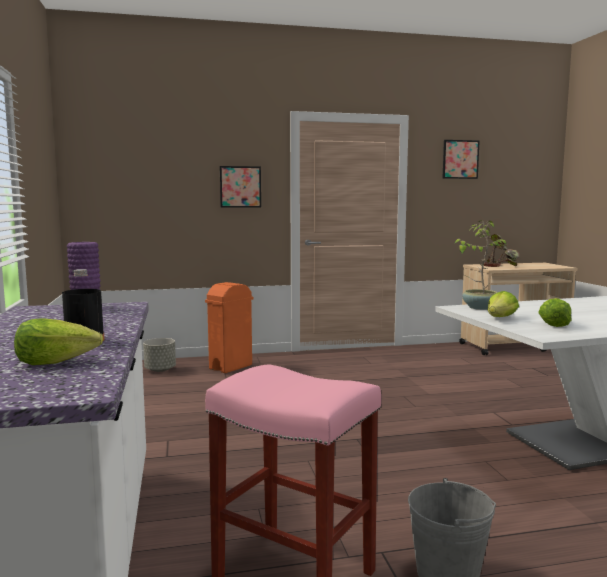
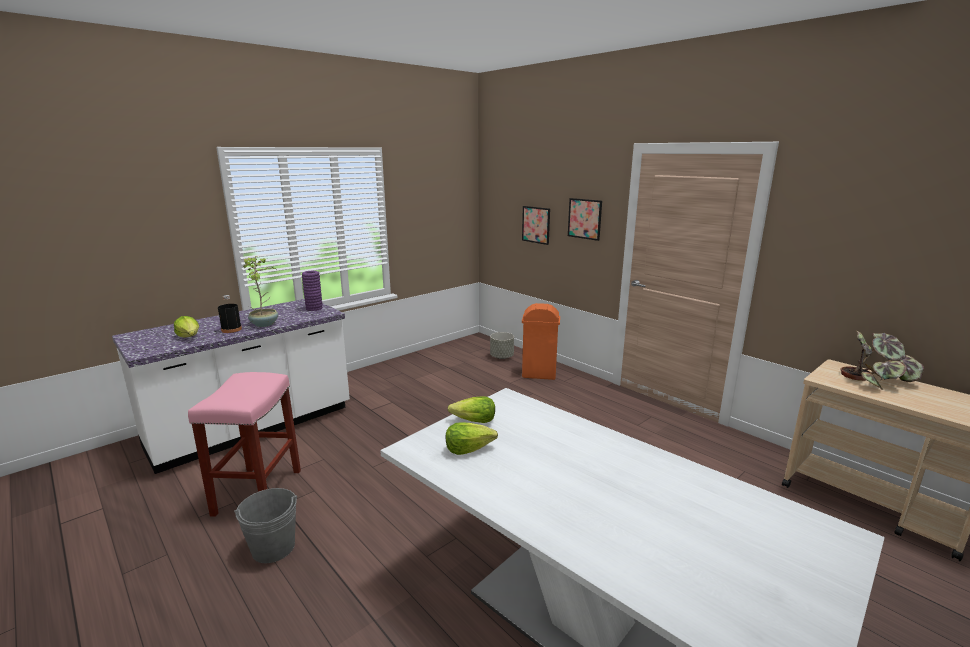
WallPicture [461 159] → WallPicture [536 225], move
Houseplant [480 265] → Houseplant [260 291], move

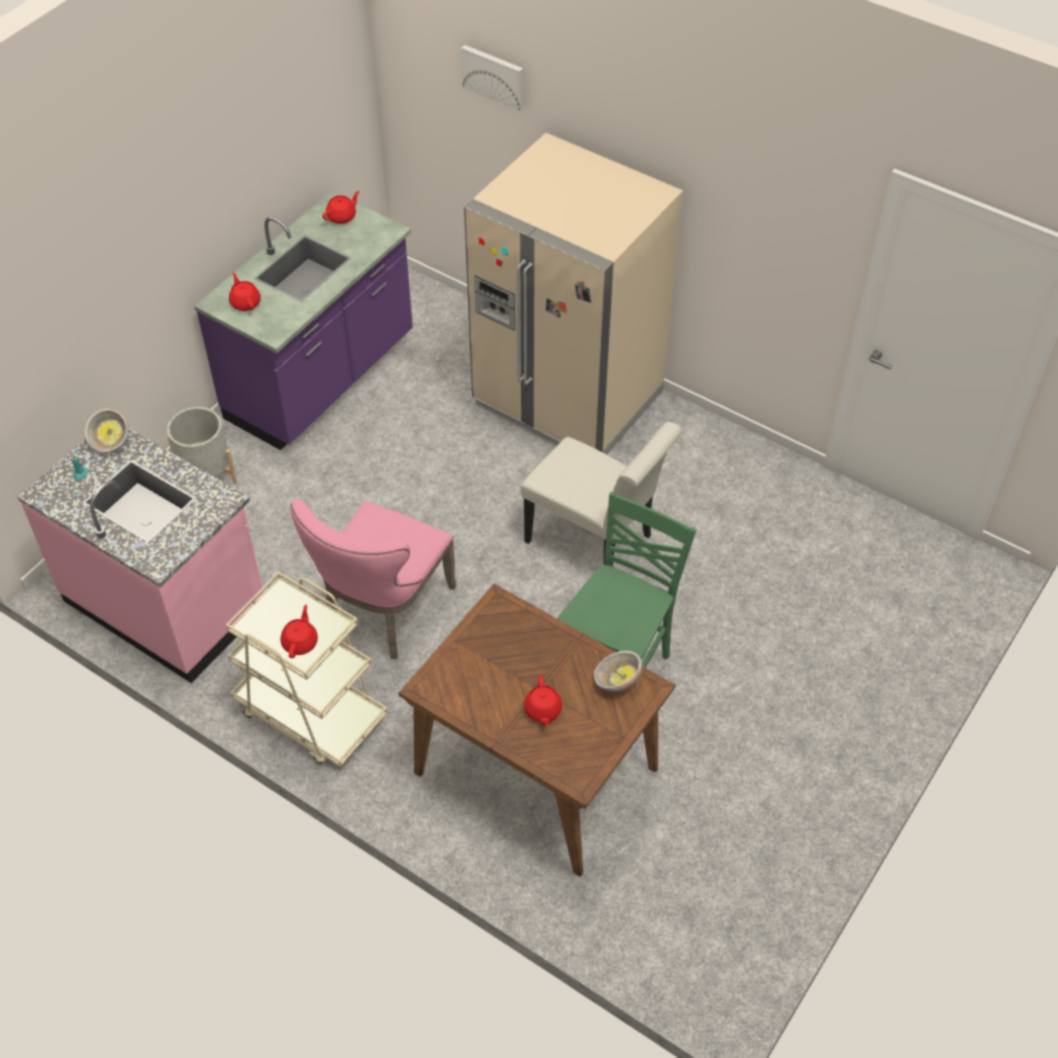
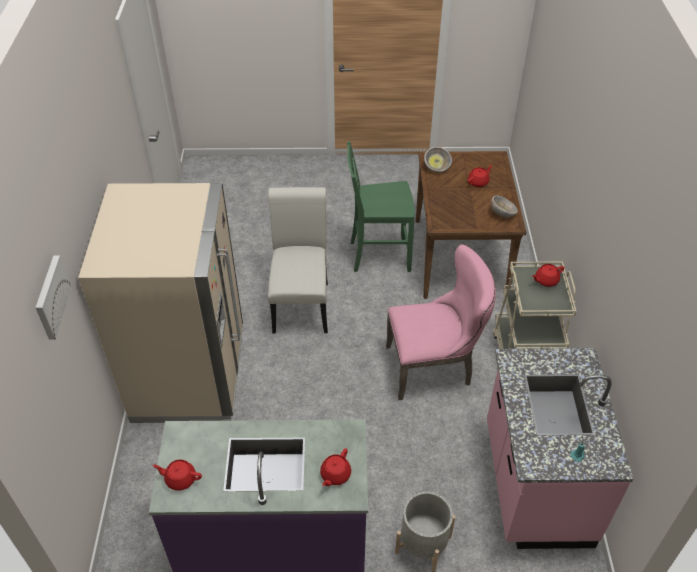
Bowl [106 431] → Bowl [504 206], move

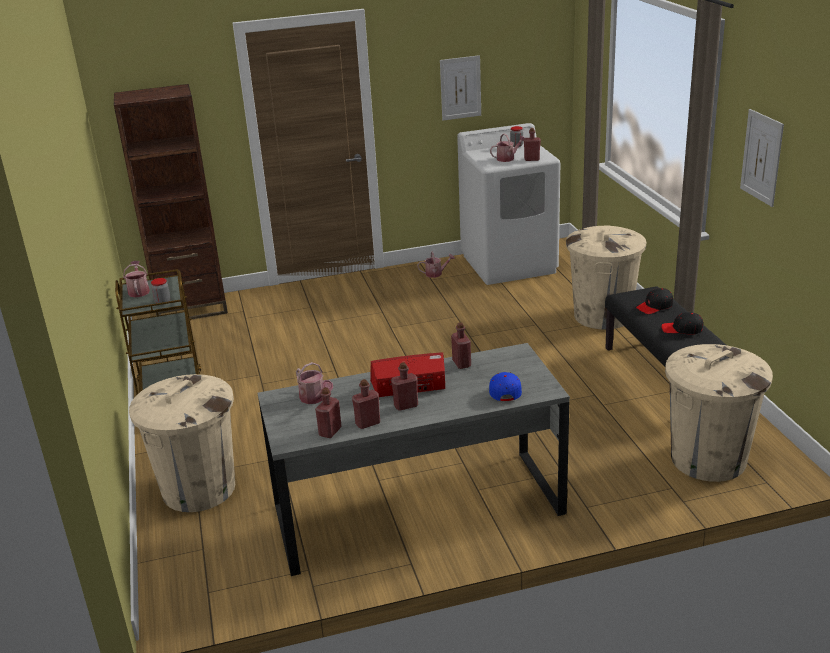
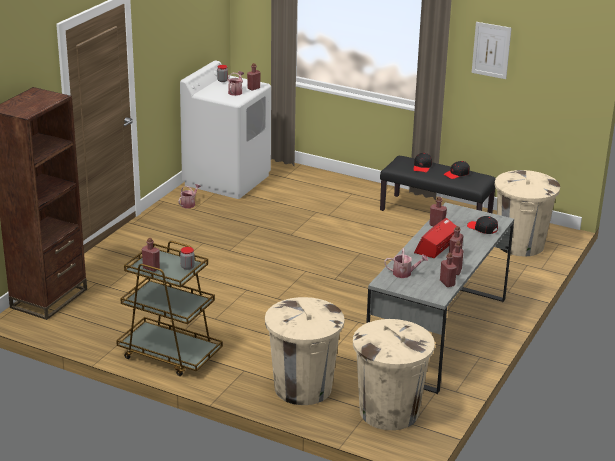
WallPicture [460 88] → -
BeigeTrashCan [606 277] → BeigeTrashCan [394 374], move
WateringCan [136 279] → RedColouredBottle [151 255]
BluePeakedCap [505 386] → BlackColouredPeakedCap [482 225]

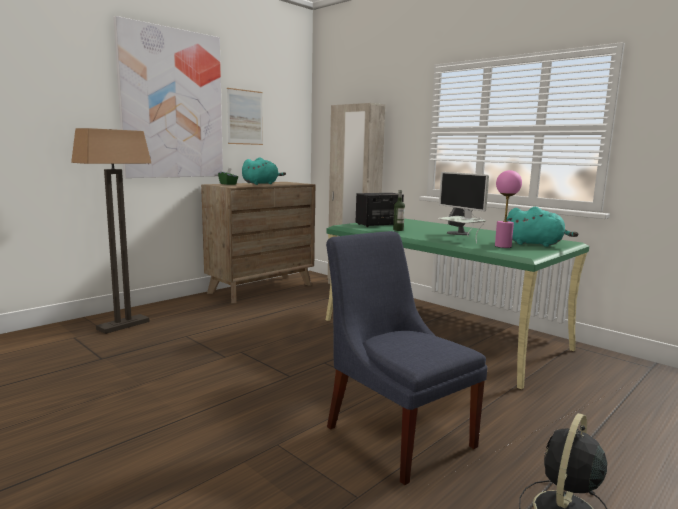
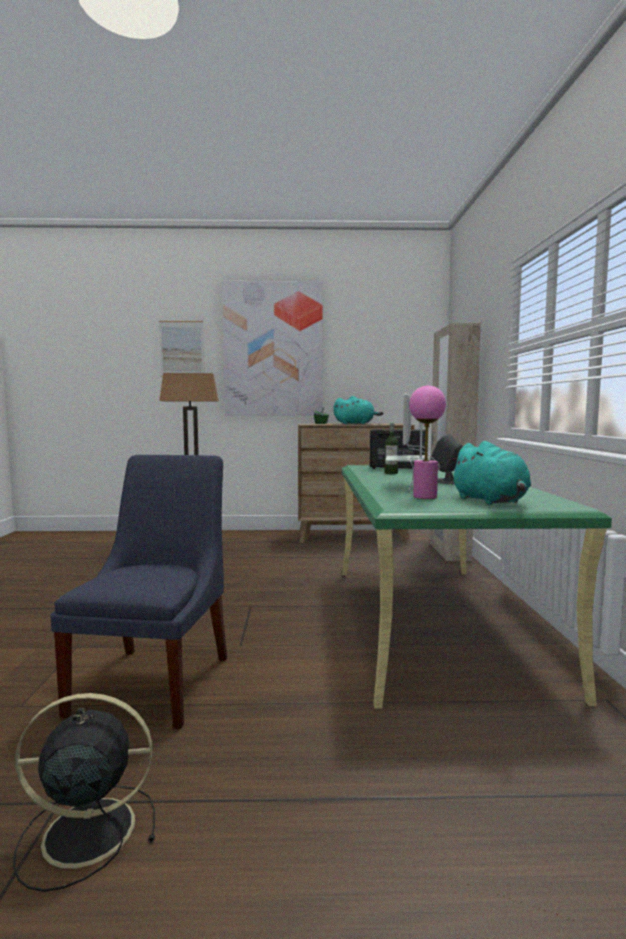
WallPicture [245 116] → WallPicture [181 349], move

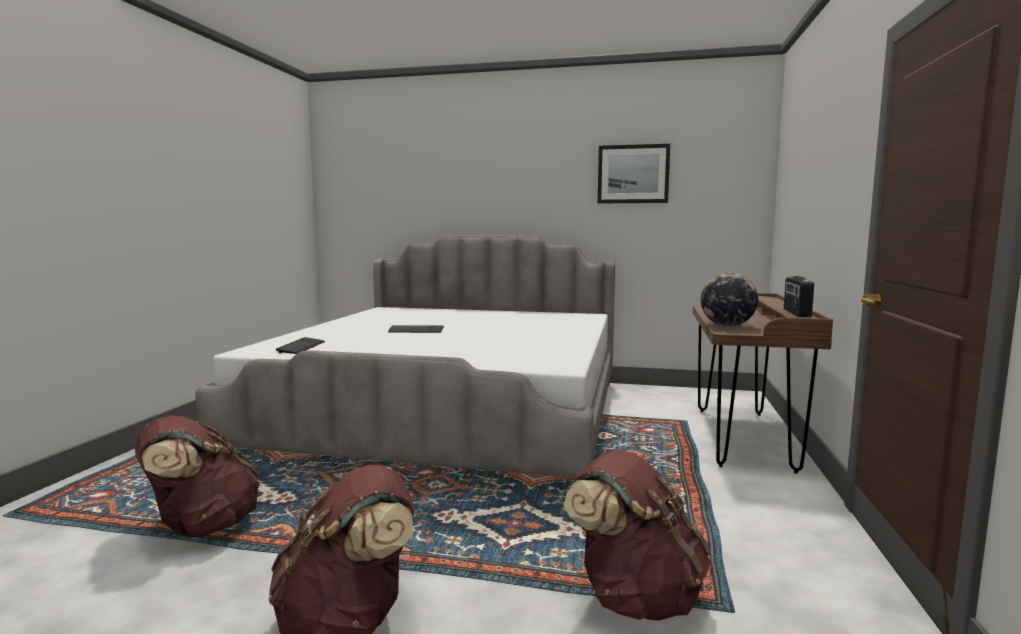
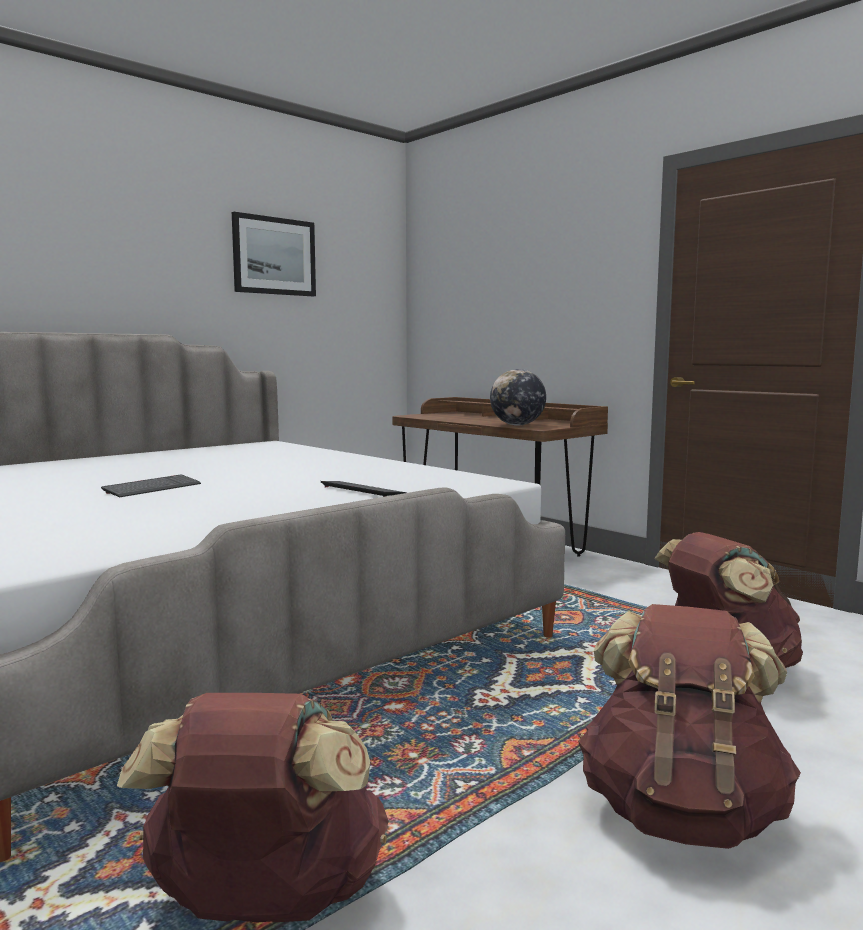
RadioSet [799 296] → -
PcKeyboard [300 345] → PcKeyboard [364 489], move

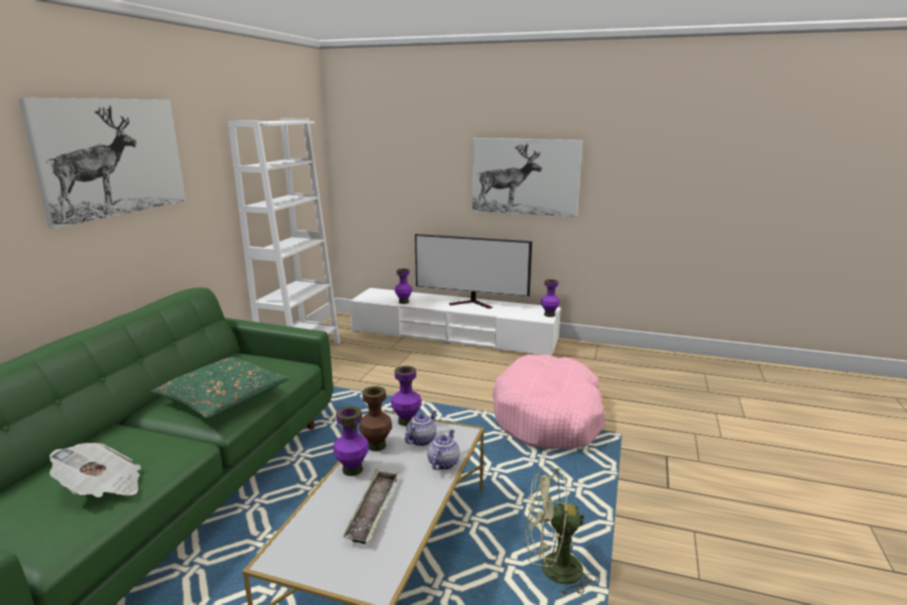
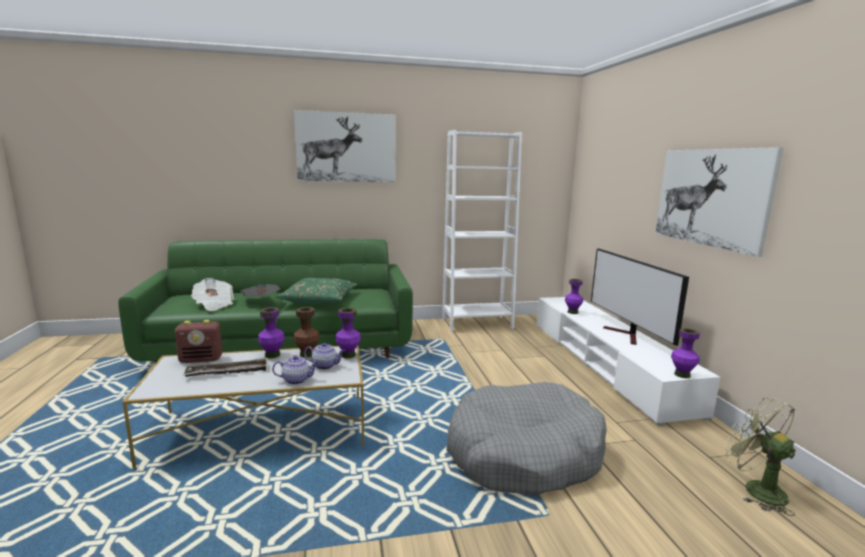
PinkDogBed [548 401] → GreyishDogBed [526 439]
GreenCoolingFan [561 531] → GreenCoolingFan [760 457], move
- → Newspaper [260 290]
- → RadioSet [198 341]

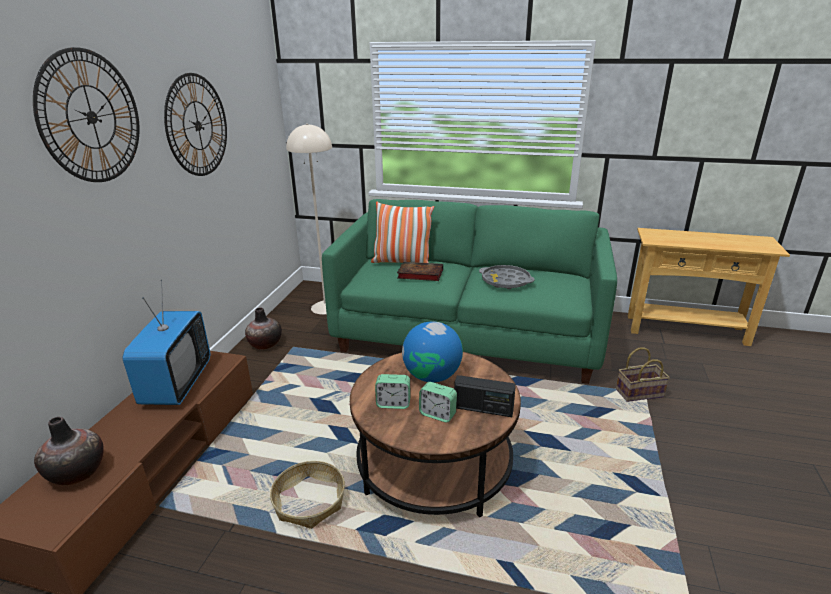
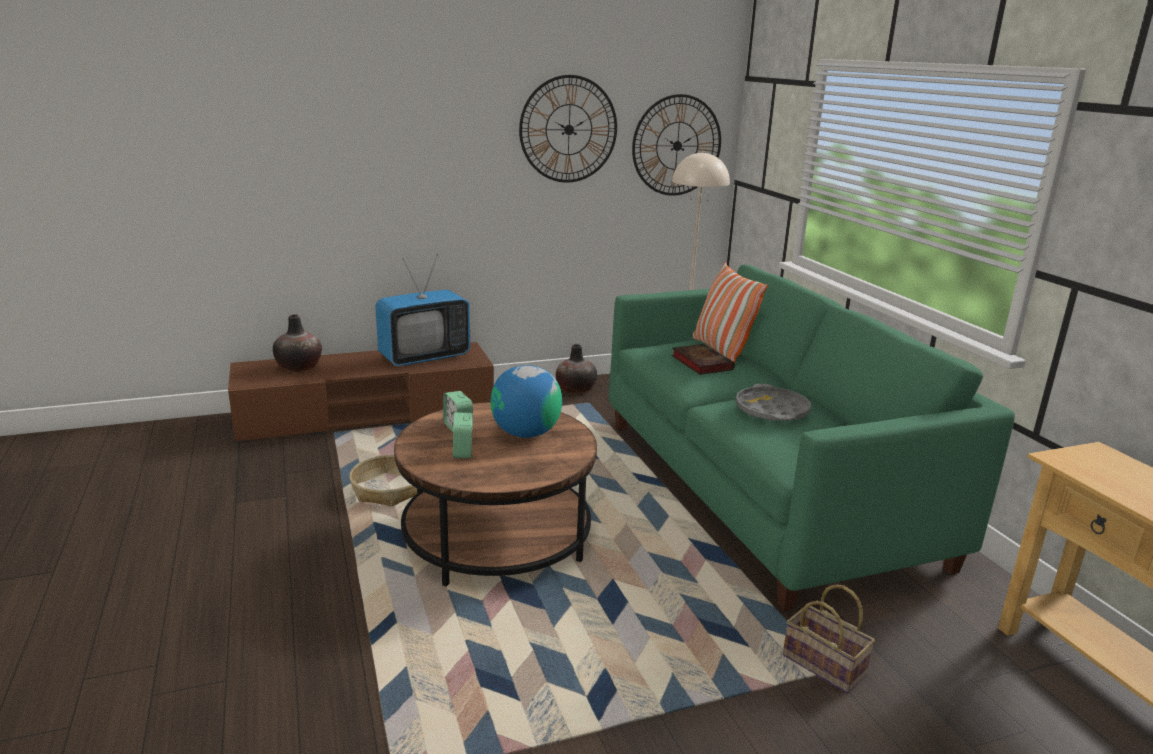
ClockOnTheWall [86 114] → ClockOnTheWall [676 145], move
RadioSet [485 396] → -

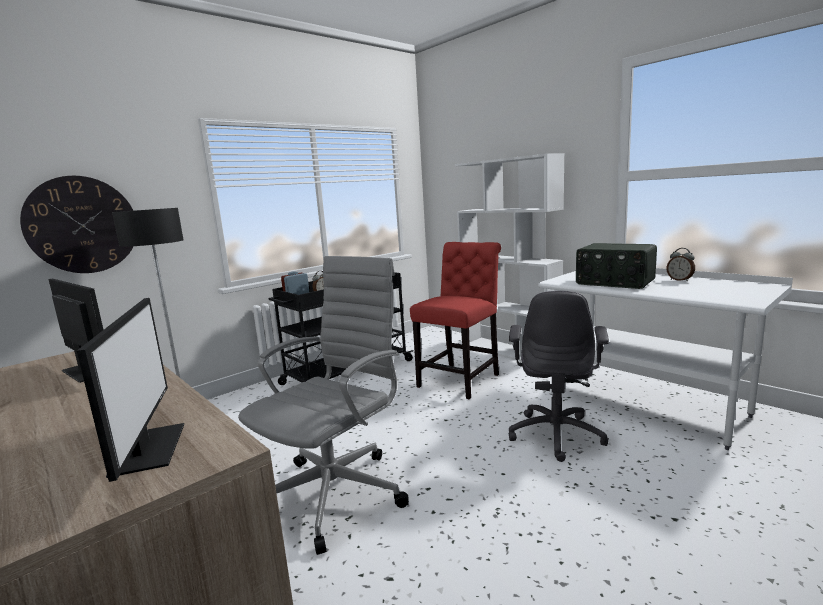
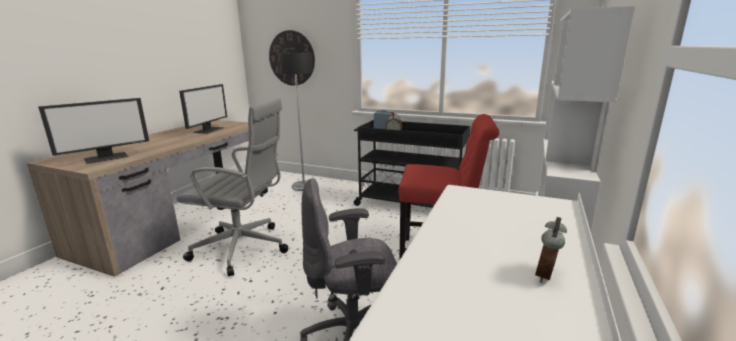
RadioSet [616 266] → -

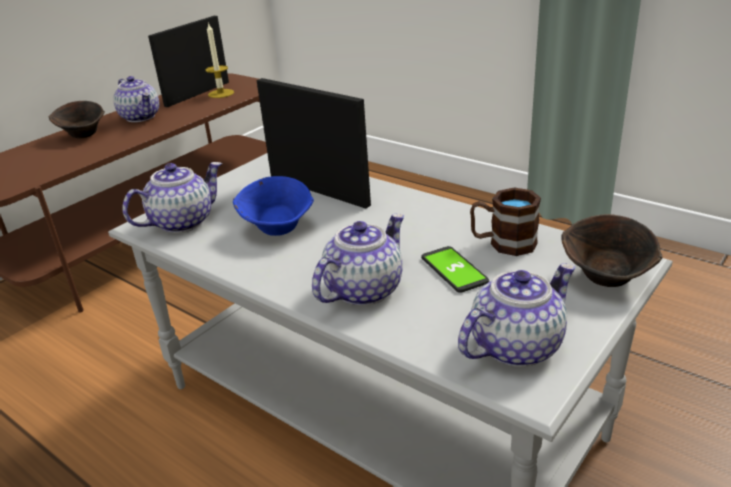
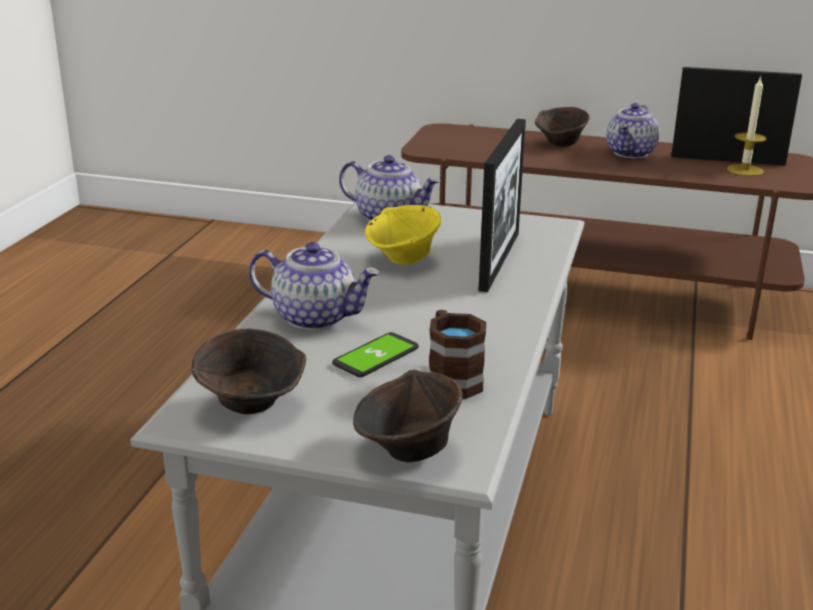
BlueBowl [273 206] → YellowishBowl [403 235]
Teapot [517 315] → BrownBowl [249 371]

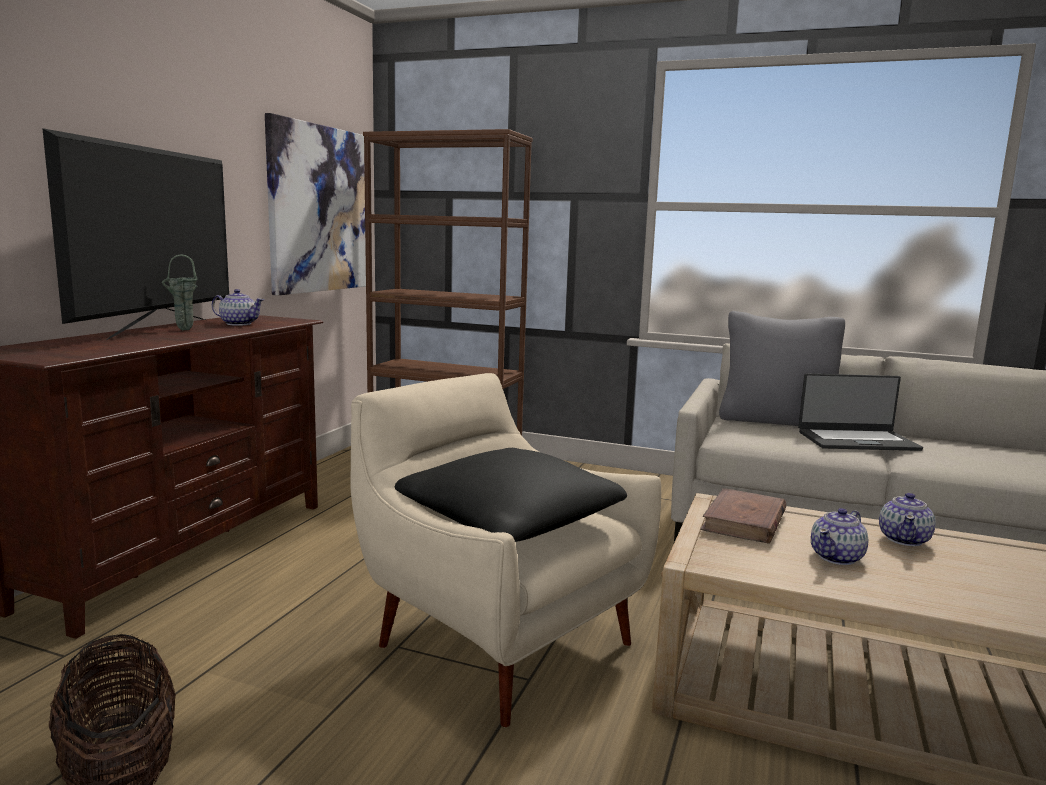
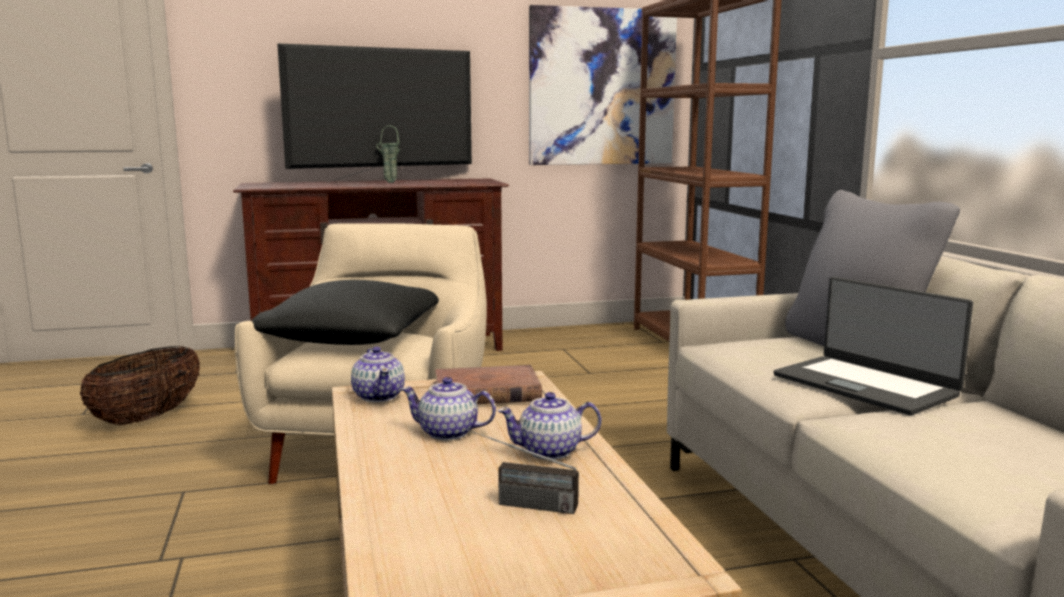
Teapot [238 307] → Teapot [378 374], move
- → RadioSet [521 471]

